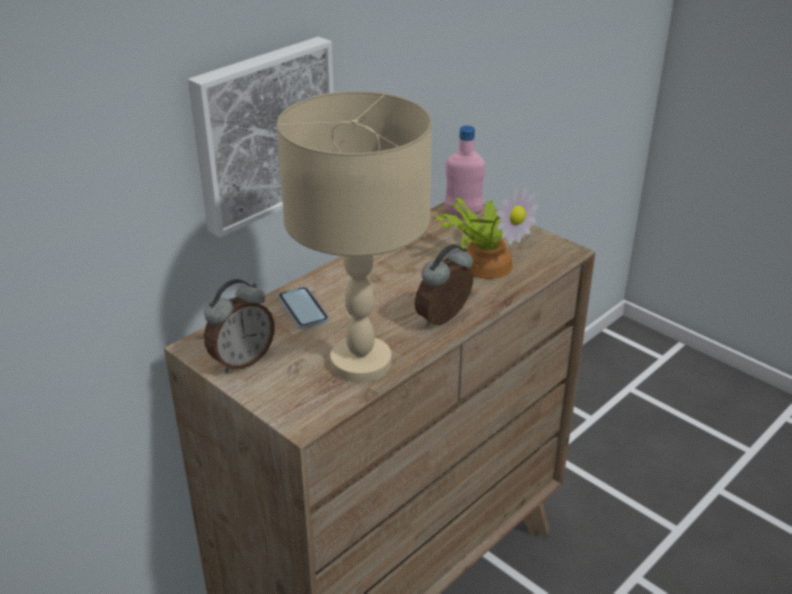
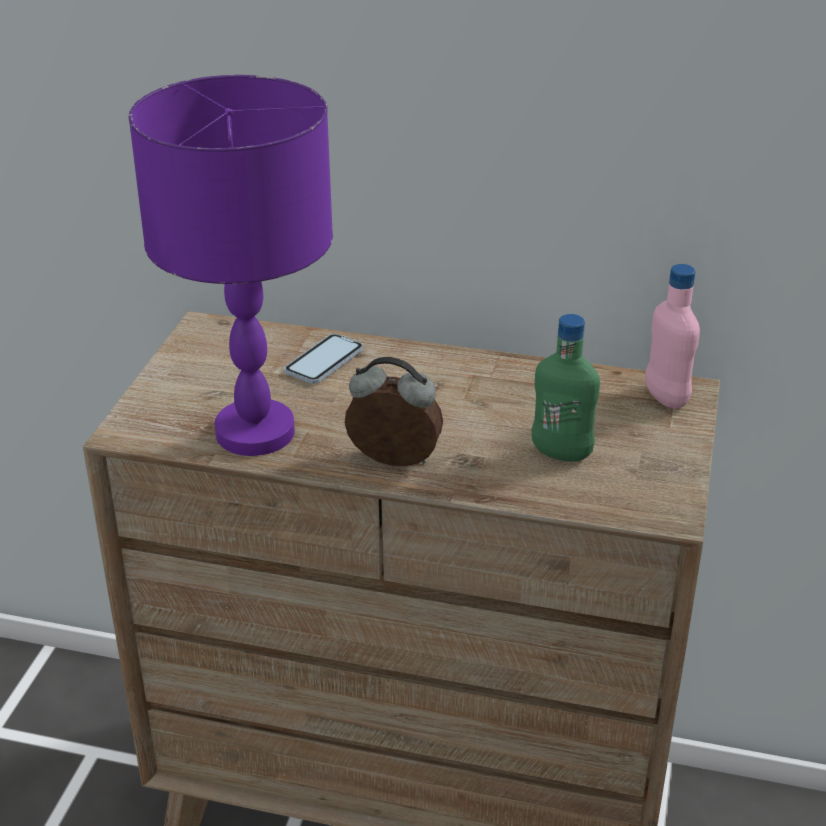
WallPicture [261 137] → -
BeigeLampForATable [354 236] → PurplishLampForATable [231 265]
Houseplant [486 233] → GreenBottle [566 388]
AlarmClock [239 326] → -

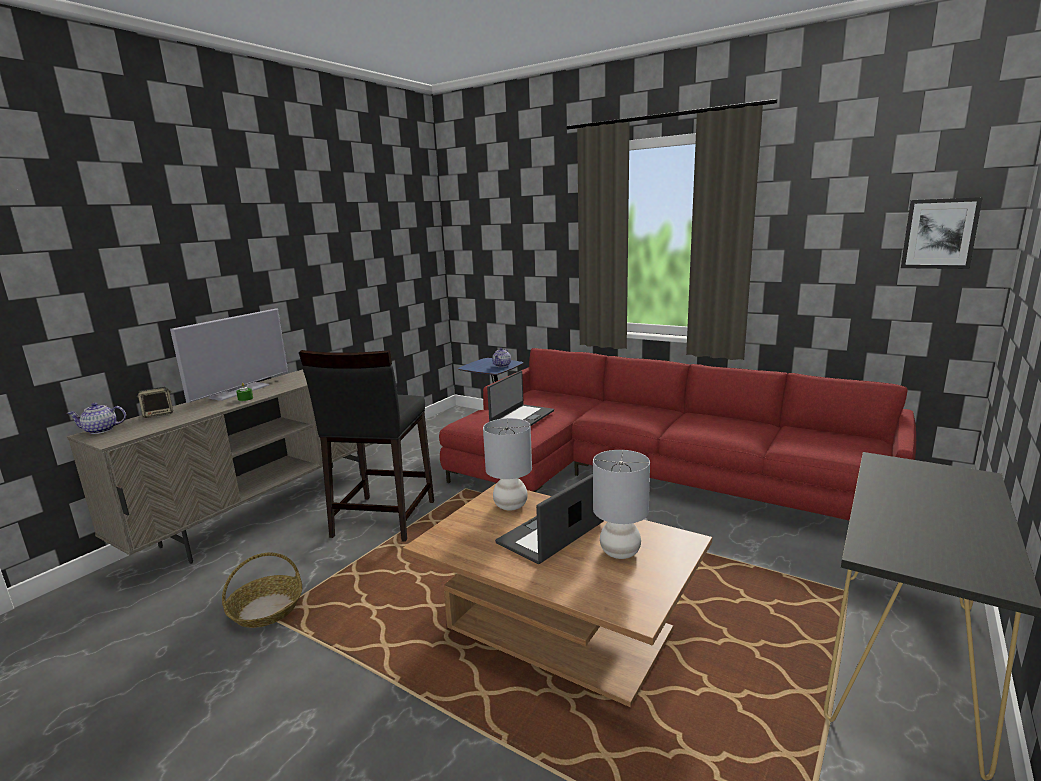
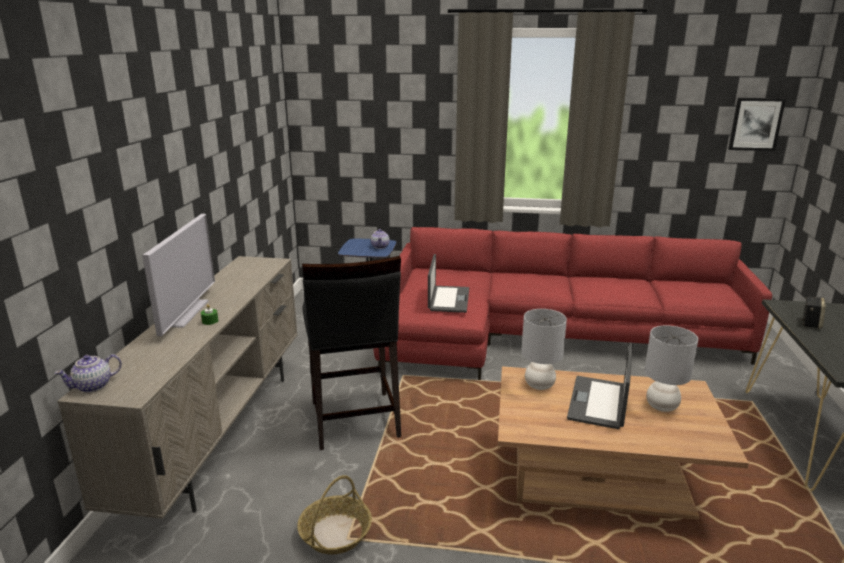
Loudspeaker [155 402] → Loudspeaker [813 312], move

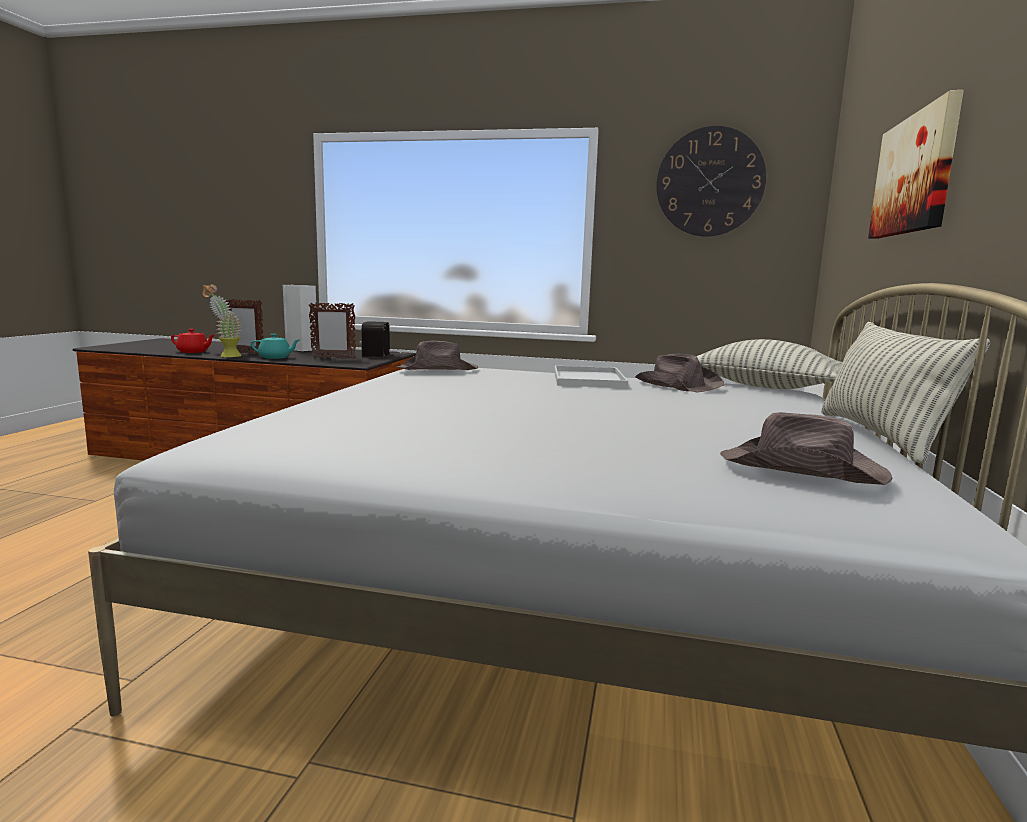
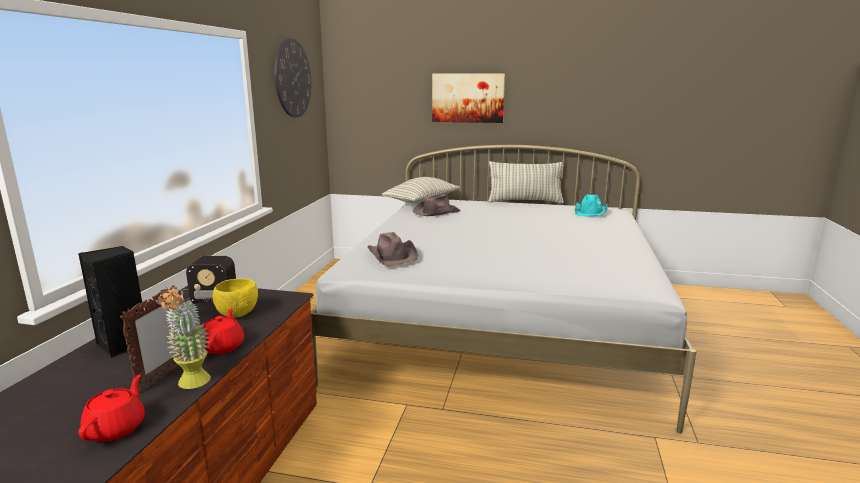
WhiteColouredLoudspeaker [299 318] → BlackColouredLoudspeaker [110 302]
PhotoFrame [332 331] → YellowishBowl [235 298]
BlueGreenTeapot [276 346] → RedColouredTeapot [223 331]
WhiteColouredTray [591 377] → -
BrownClothingHat [806 448] → BlueGreenClothingHat [592 205]

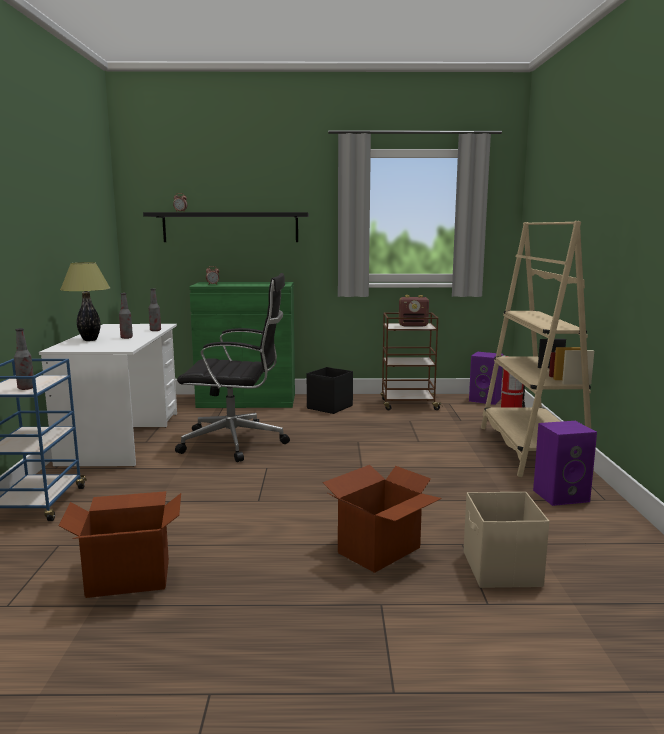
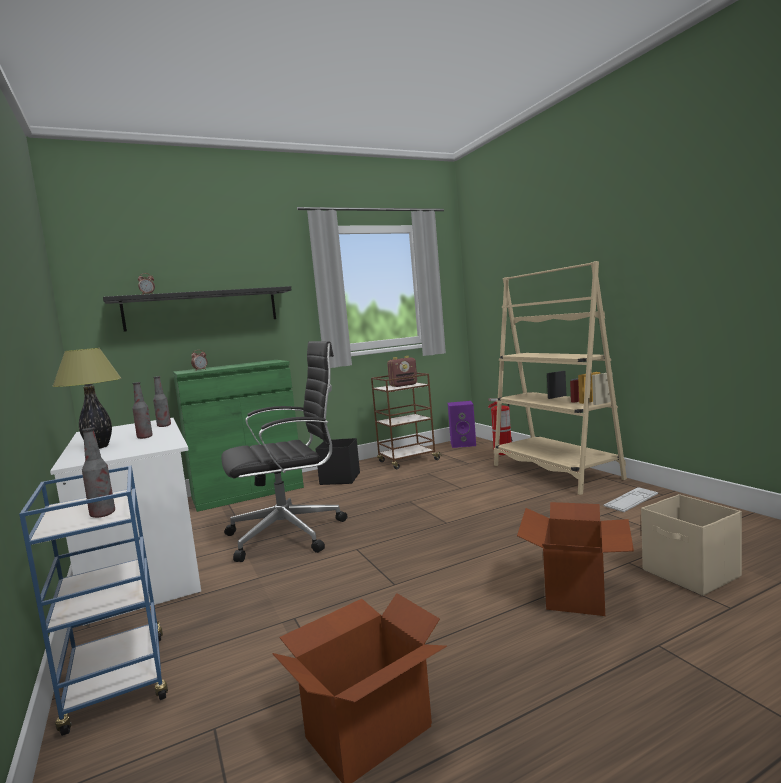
PurplishLoudspeaker [565 463] → PcKeyboard [630 499]

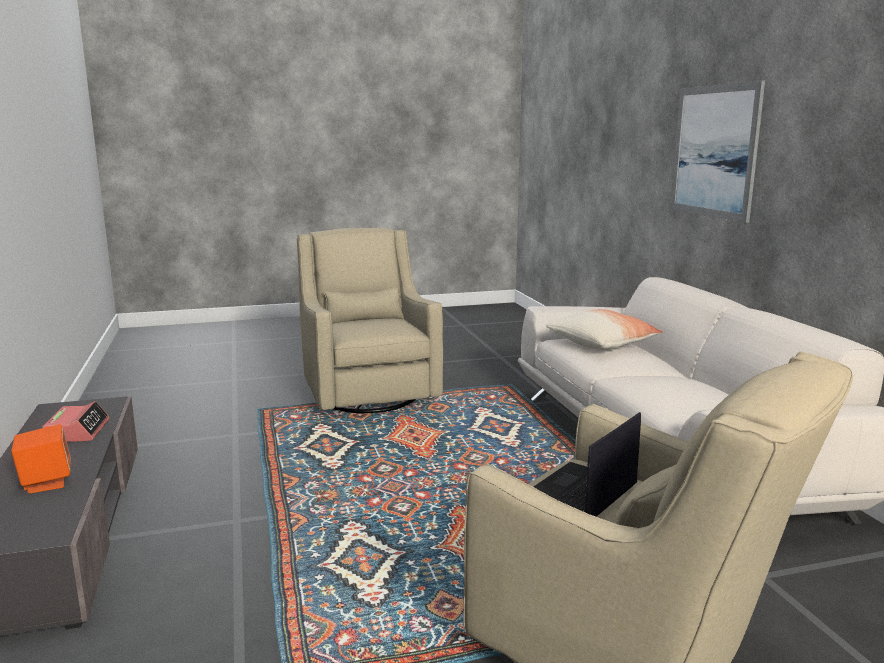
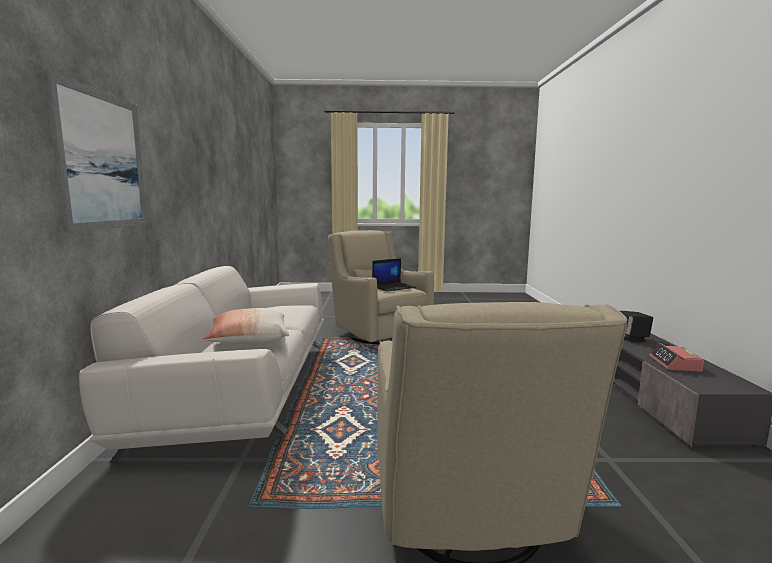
OrangeLoudspeaker [41 458] → BlackColouredLoudspeaker [636 327]

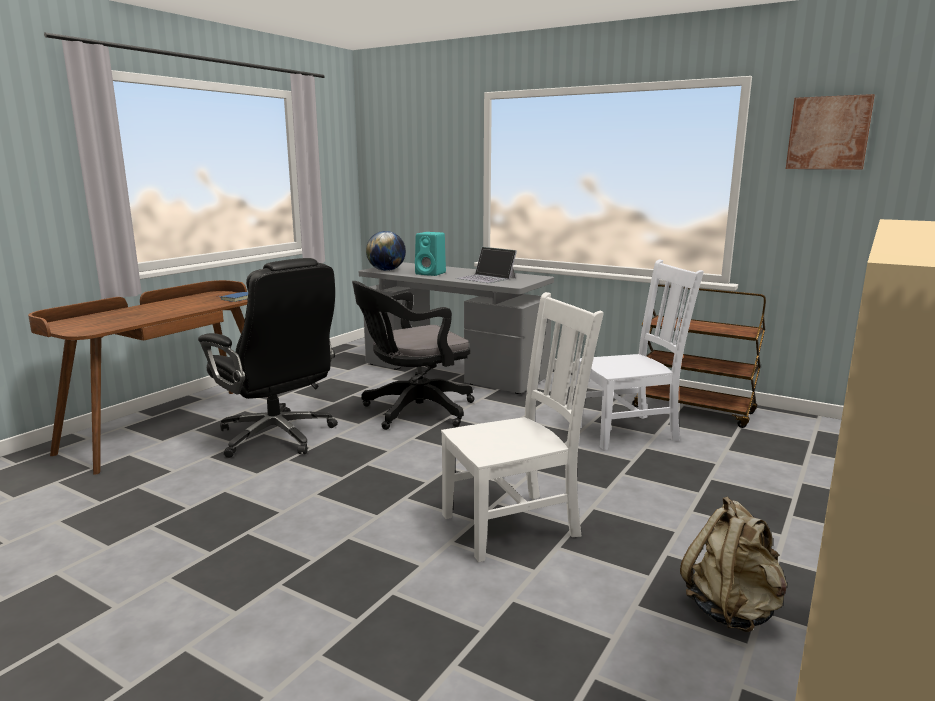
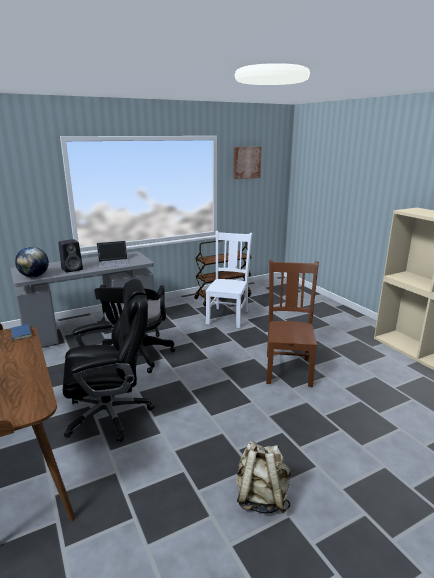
BlueGreenLoudspeaker [430 254] → BlackColouredLoudspeaker [70 256]
WhiteColouredPlainChair [522 427] → BrownPlainChair [292 323]
BeigeBackpack [733 564] → BeigeBackpack [263 477], move

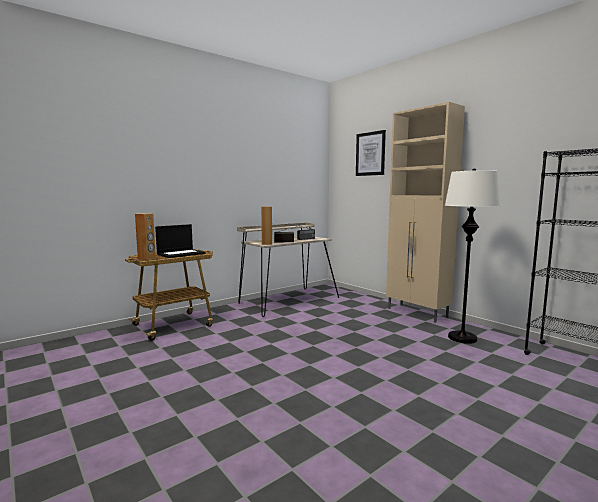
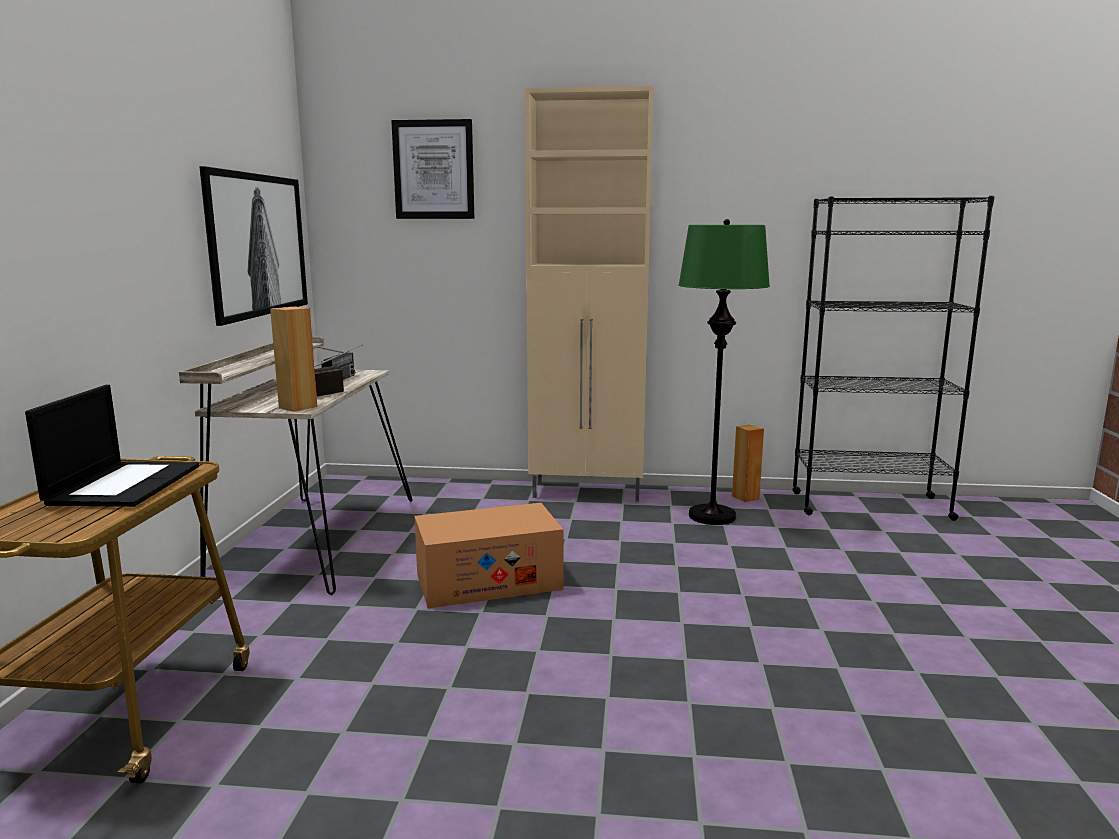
WhiteColouredStandardLamp [472 256] → GreenStandardLamp [724 372]
BrownLoudspeaker [145 236] → BrownLoudspeaker [748 463], move
- → WallPicture [253 246]
- → Carton [489 555]

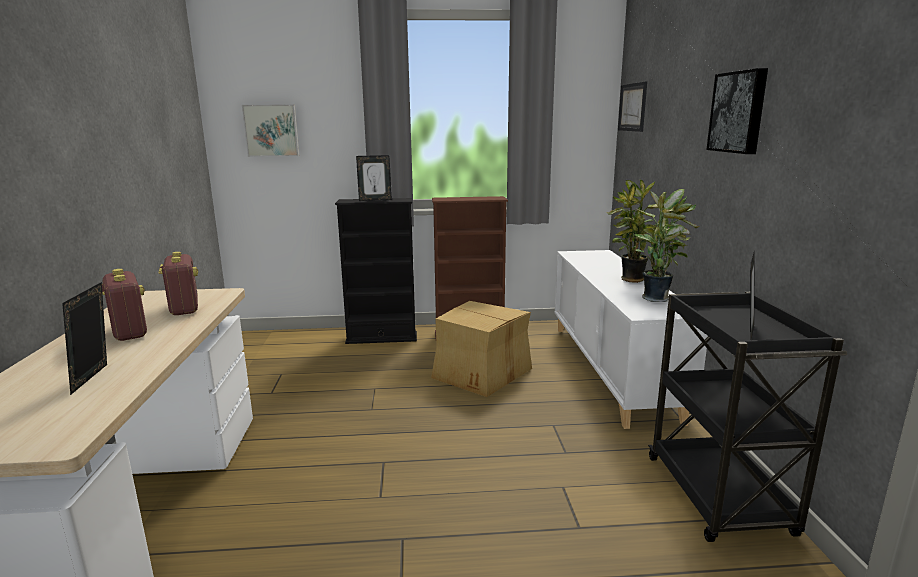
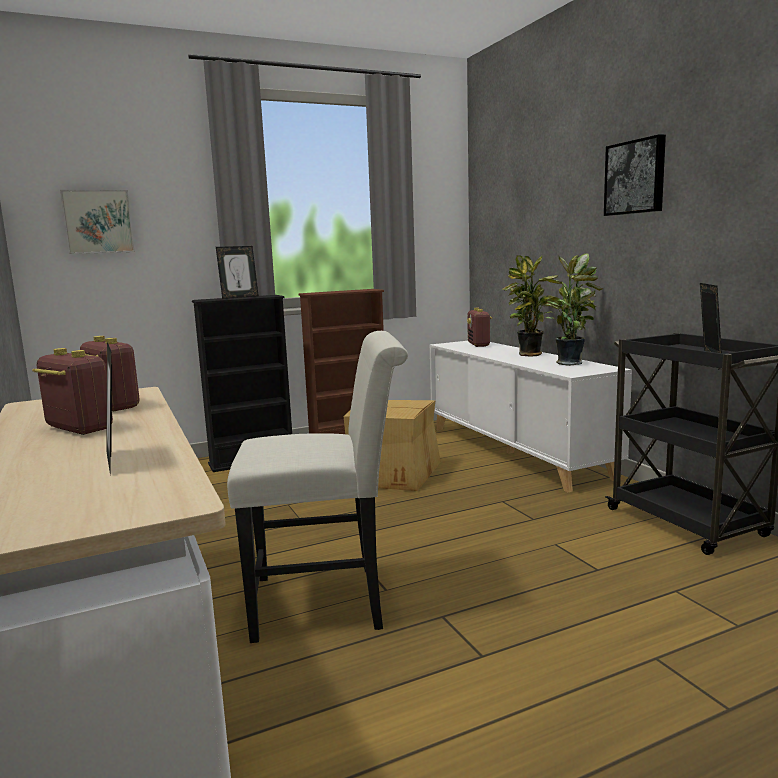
WallPicture [632 106] → -
- → RadioSet [479 327]
- → WhiteColouredPlainChair [317 487]

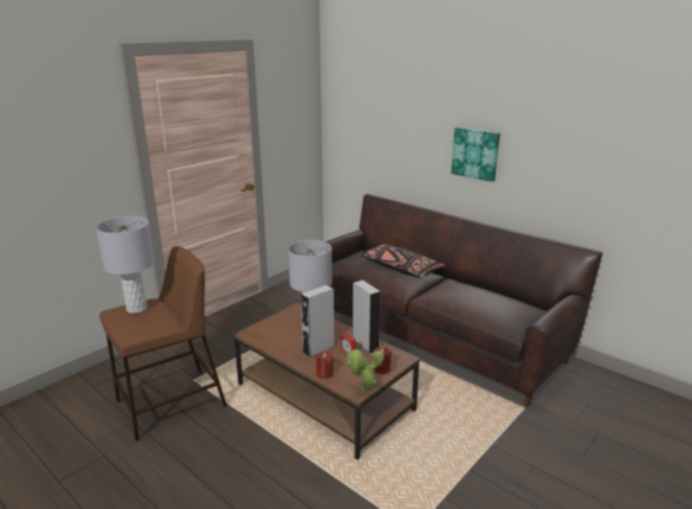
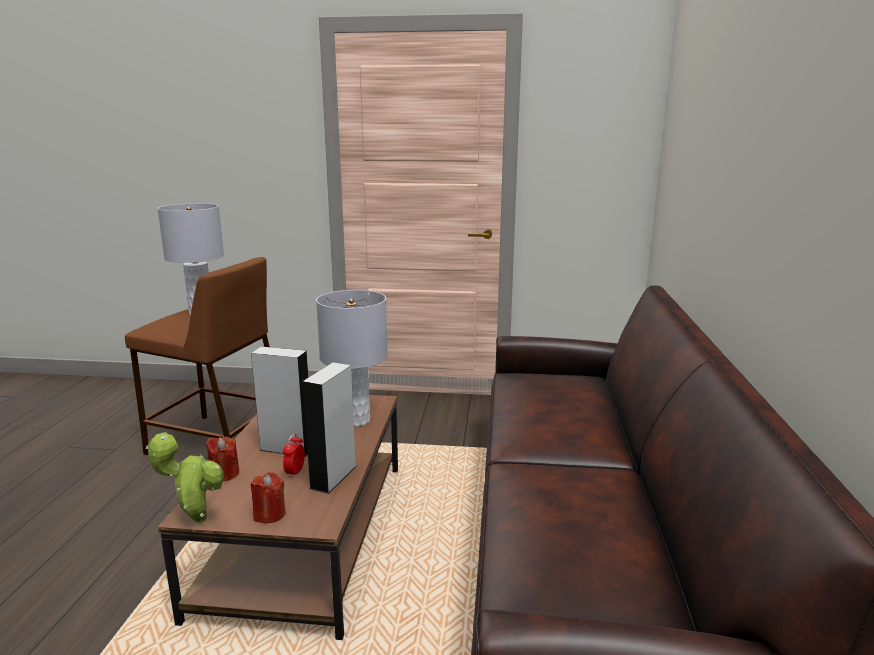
WallPicture [475 154] → -
BlackColouredCushion [403 261] → -

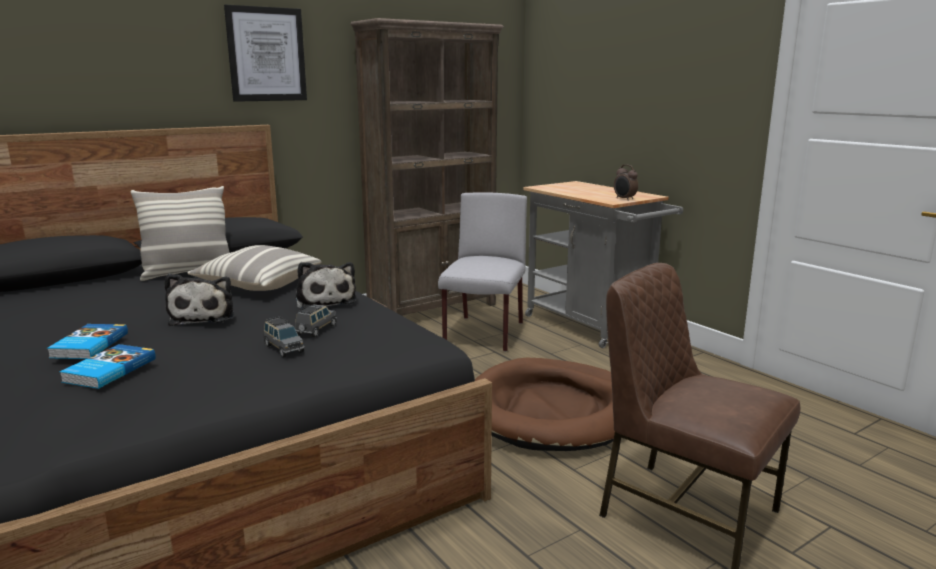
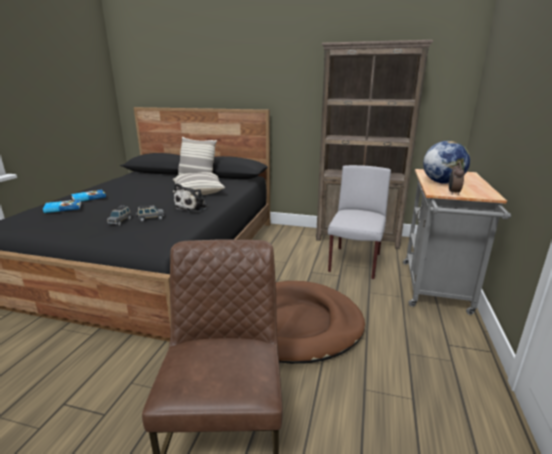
WallPicture [265 53] → -
GreyishPlainChair [482 272] → GreyishPlainChair [359 222], 45 degrees counterclockwise
SoftToy [199 299] → -
- → DeskGlobe [446 162]

